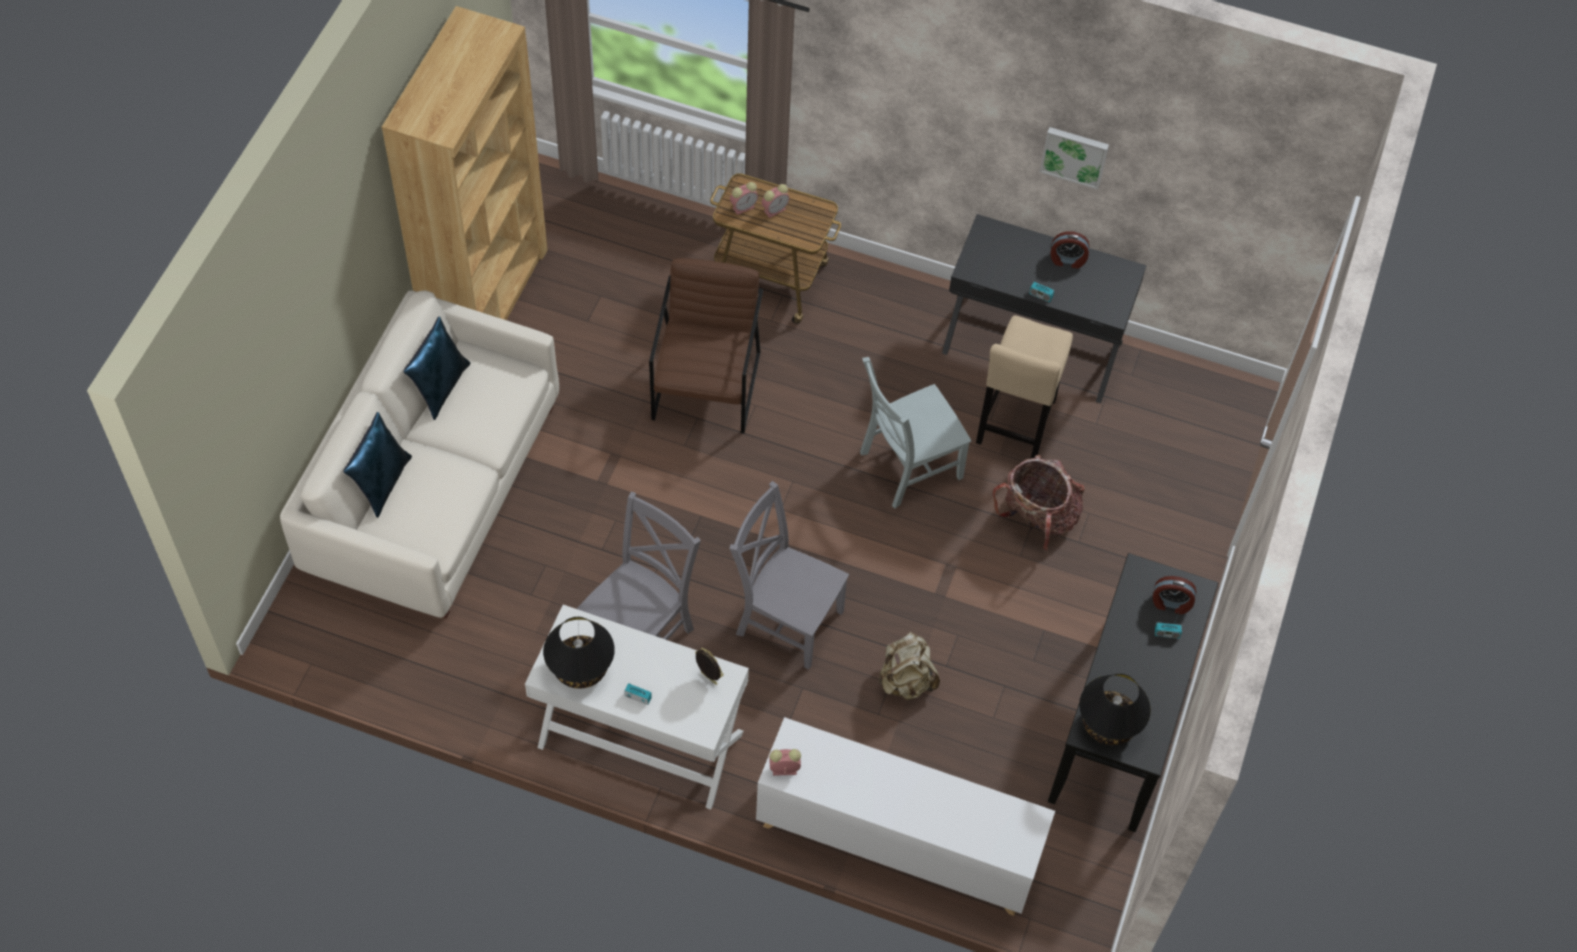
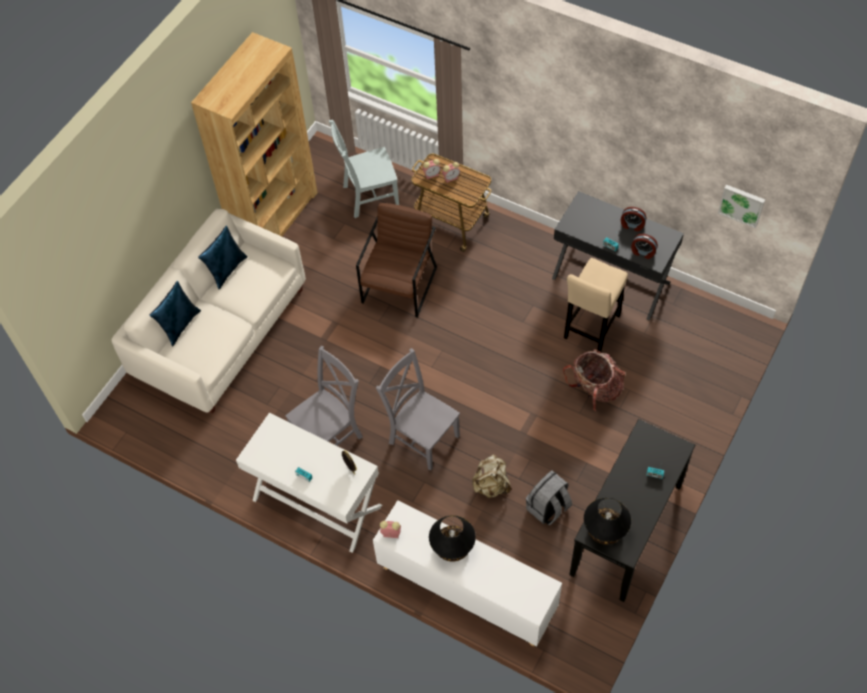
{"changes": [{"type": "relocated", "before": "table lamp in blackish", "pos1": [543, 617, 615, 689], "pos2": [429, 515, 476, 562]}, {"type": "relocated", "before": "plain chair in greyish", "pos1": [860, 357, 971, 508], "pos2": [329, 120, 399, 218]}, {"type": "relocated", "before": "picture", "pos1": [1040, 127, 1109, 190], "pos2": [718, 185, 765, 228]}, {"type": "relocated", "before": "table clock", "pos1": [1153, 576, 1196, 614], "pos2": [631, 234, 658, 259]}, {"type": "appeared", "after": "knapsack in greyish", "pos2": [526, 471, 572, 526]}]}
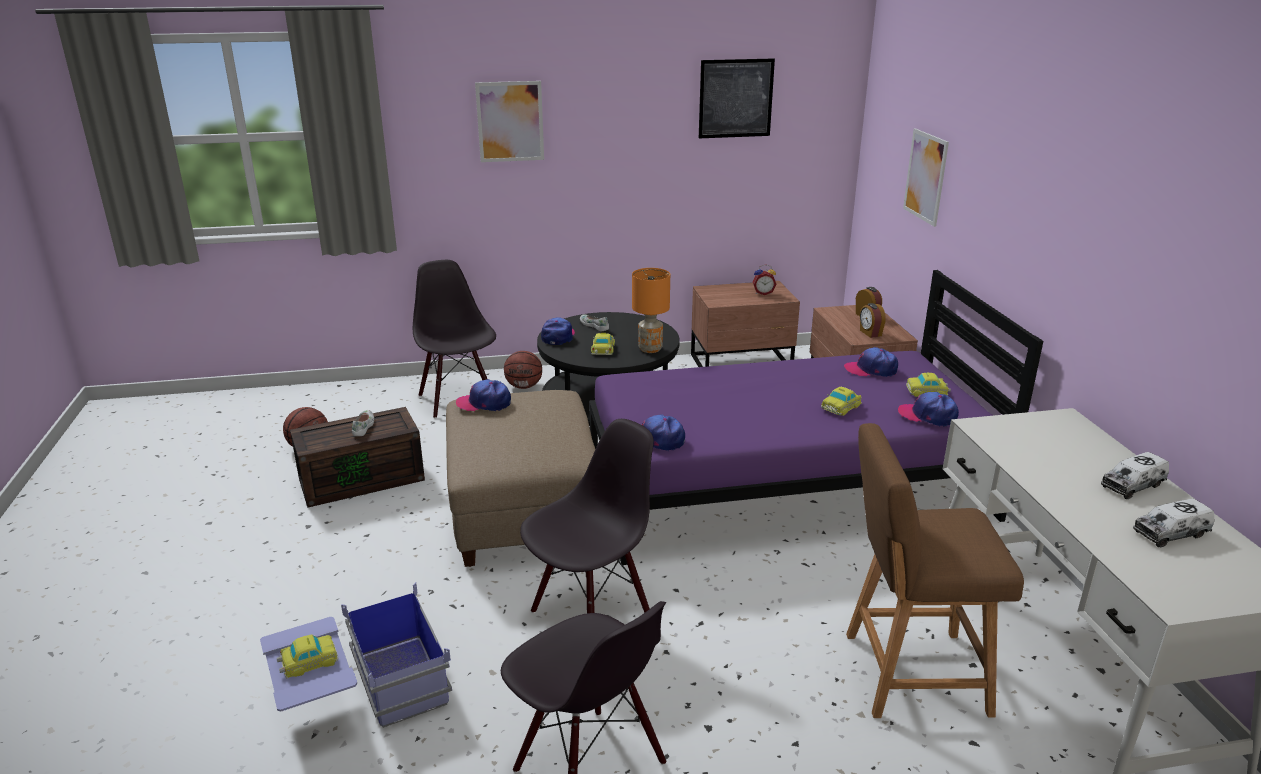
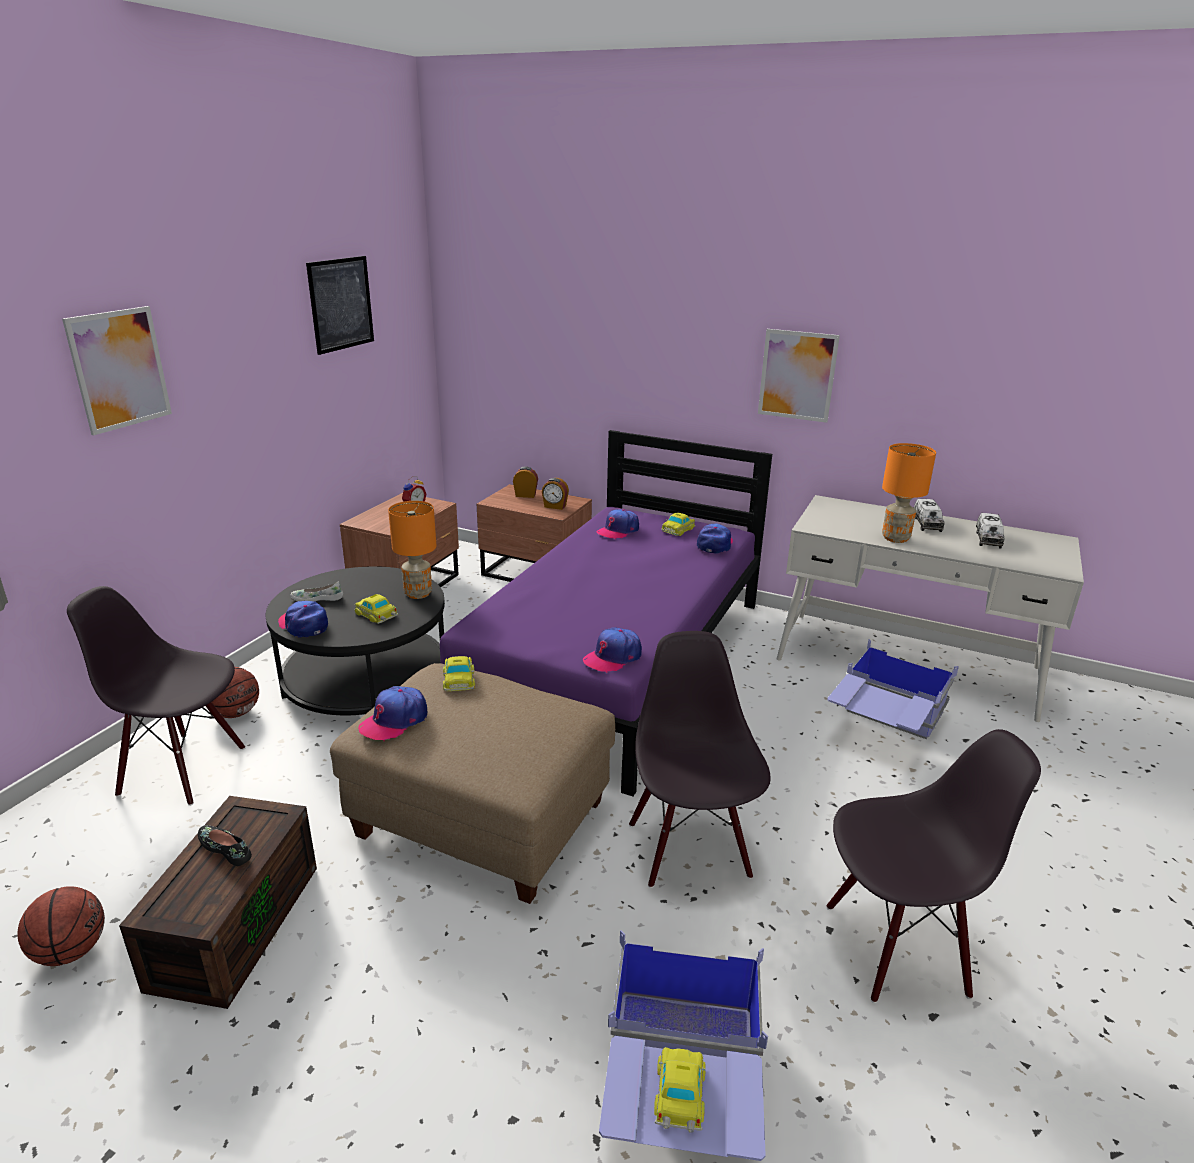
{"changes": [{"type": "colour", "before": "item of footwear in white-coloured", "after": "item of footwear in blackish", "pos1": [352, 410, 374, 436], "pos2": [198, 825, 252, 866]}, {"type": "relocated", "before": "model car", "pos1": [821, 387, 862, 416], "pos2": [443, 656, 475, 691]}, {"type": "exchanged", "before": "sitting stool in brown", "after": "storage container in blue-coloured", "pos1": [846, 423, 1024, 718], "pos2": [827, 639, 959, 739]}, {"type": "spun", "before": "peaked cap", "pos1": [898, 392, 959, 427], "pos2": [697, 524, 733, 554], "turn": 135}, {"type": "relocated", "before": "picture", "pos1": [903, 128, 949, 227], "pos2": [758, 329, 840, 423]}, {"type": "appeared", "after": "table lamp in orange-coloured", "pos2": [882, 443, 936, 543]}]}
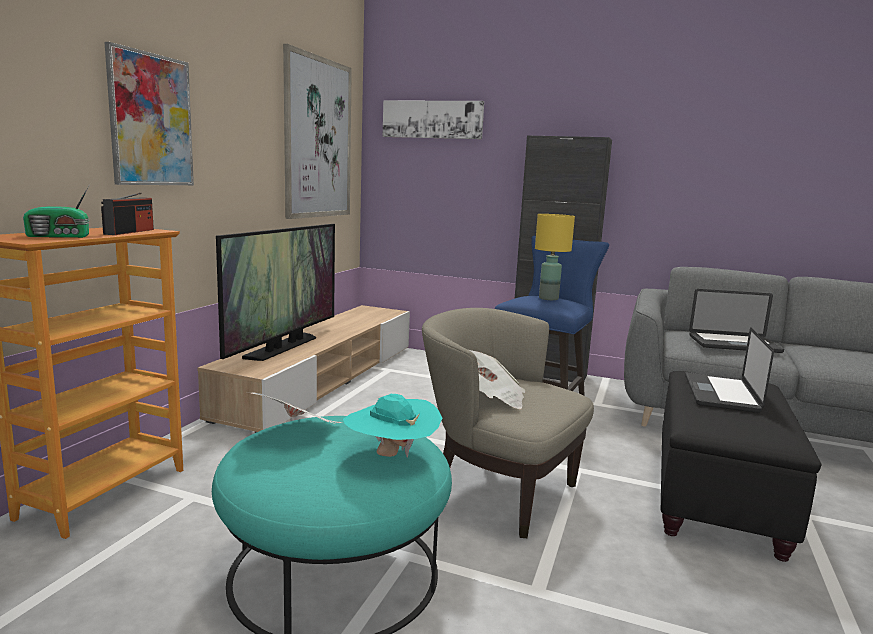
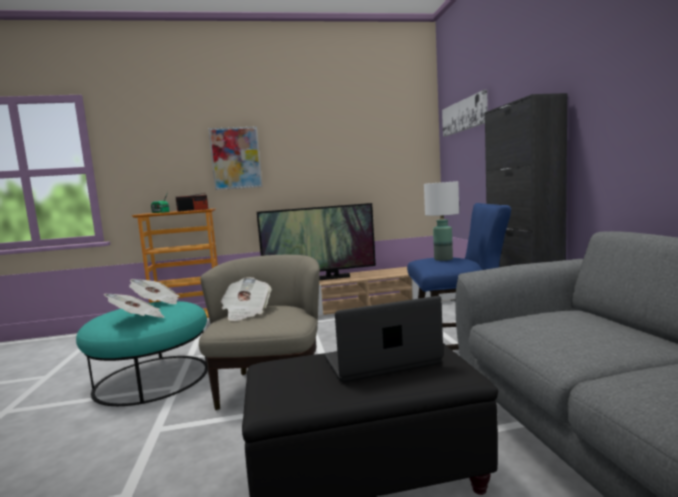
{"changes": [{"type": "missing", "before": "picture", "pos1": [283, 44, 352, 219]}, {"type": "exchanged", "before": "wearable hat in turquoise-coloured", "after": "newspaper", "pos1": [343, 394, 442, 458], "pos2": [103, 294, 165, 318]}, {"type": "colour", "before": "table lamp in yellow", "after": "table lamp in white-coloured", "pos1": [535, 214, 575, 300], "pos2": [424, 181, 459, 261]}, {"type": "missing", "before": "portable computer", "pos1": [689, 289, 784, 353]}]}
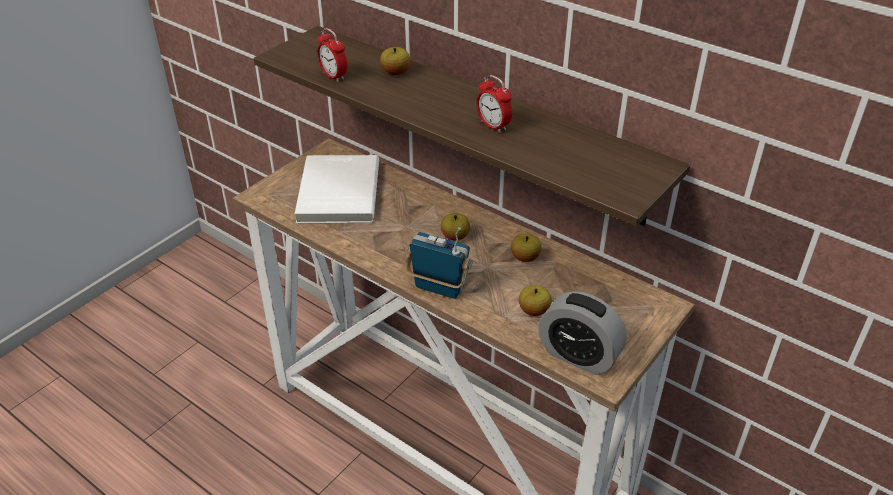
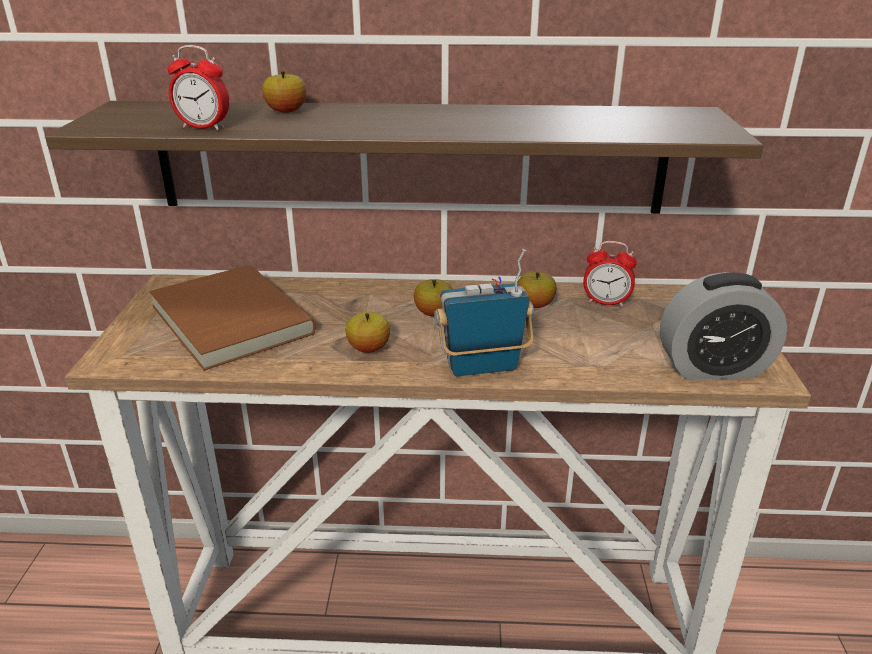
{"changes": [{"type": "colour", "before": "bound book in white-coloured", "after": "bound book in brown", "pos1": [295, 155, 379, 223], "pos2": [149, 265, 316, 371]}, {"type": "relocated", "before": "table clock", "pos1": [477, 75, 513, 133], "pos2": [583, 241, 637, 307]}, {"type": "relocated", "before": "apple", "pos1": [519, 285, 551, 316], "pos2": [346, 312, 390, 353]}]}
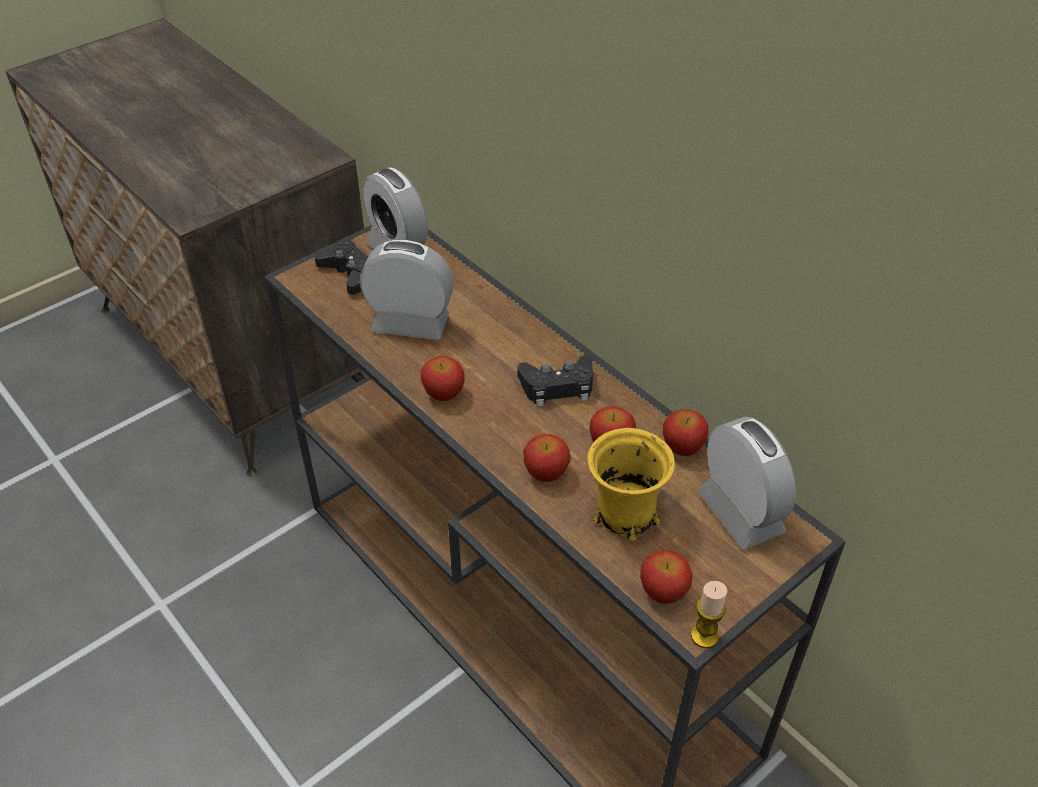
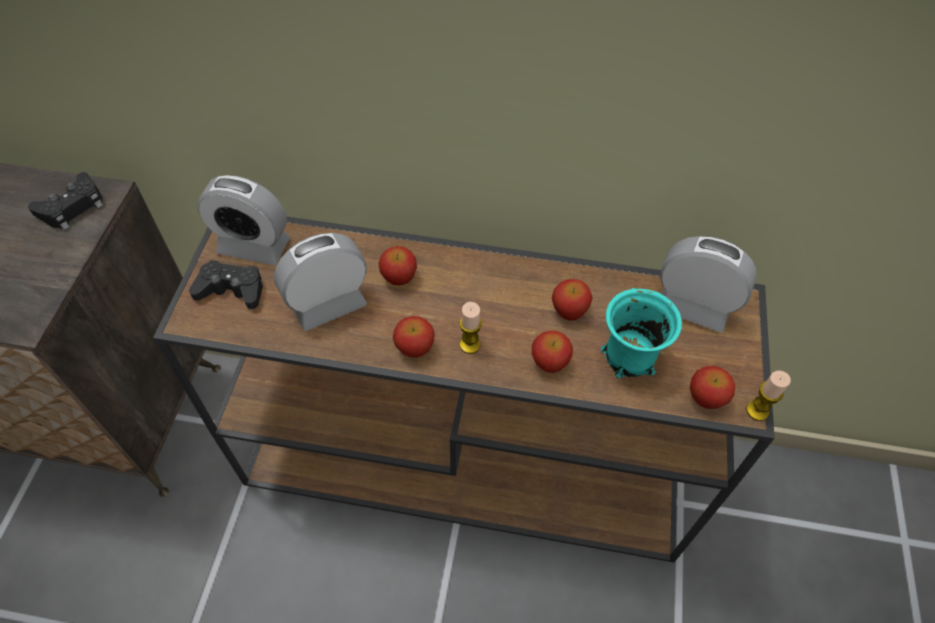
{"changes": [{"type": "relocated", "before": "joypad in blackish", "pos1": [517, 355, 593, 407], "pos2": [28, 172, 103, 230]}, {"type": "colour", "before": "tea mug in yellow", "after": "tea mug in turquoise-coloured", "pos1": [587, 428, 675, 541], "pos2": [601, 288, 682, 378]}, {"type": "relocated", "before": "apple", "pos1": [663, 409, 709, 456], "pos2": [379, 246, 417, 286]}, {"type": "appeared", "after": "wax light", "pos2": [460, 302, 482, 354]}]}
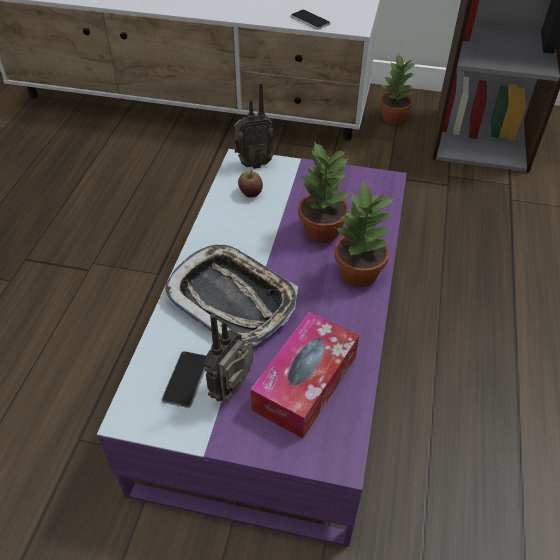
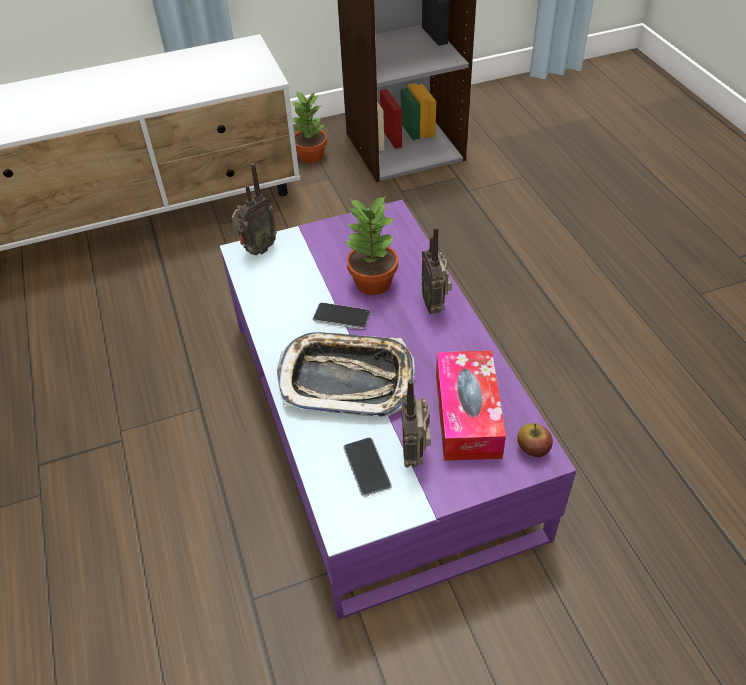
{"changes": [{"type": "relocated", "before": "apple", "pos1": [238, 170, 263, 198], "pos2": [517, 423, 553, 457]}, {"type": "relocated", "before": "telephone", "pos1": [291, 10, 330, 30], "pos2": [313, 302, 371, 329]}, {"type": "exchanged", "before": "potted plant", "after": "radio", "pos1": [334, 181, 394, 287], "pos2": [422, 226, 452, 314]}]}
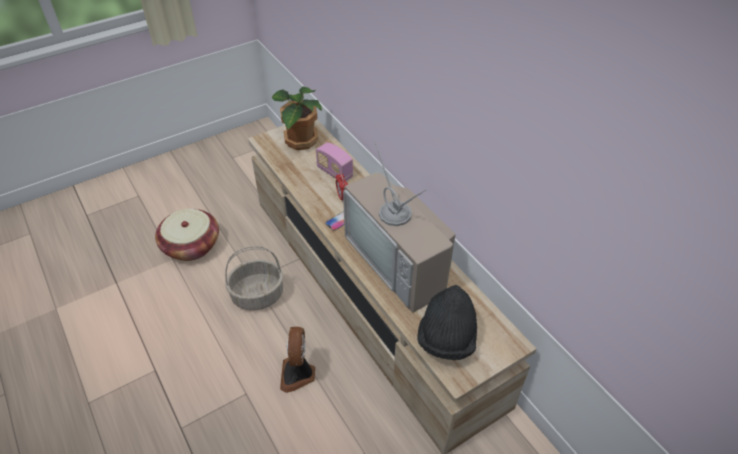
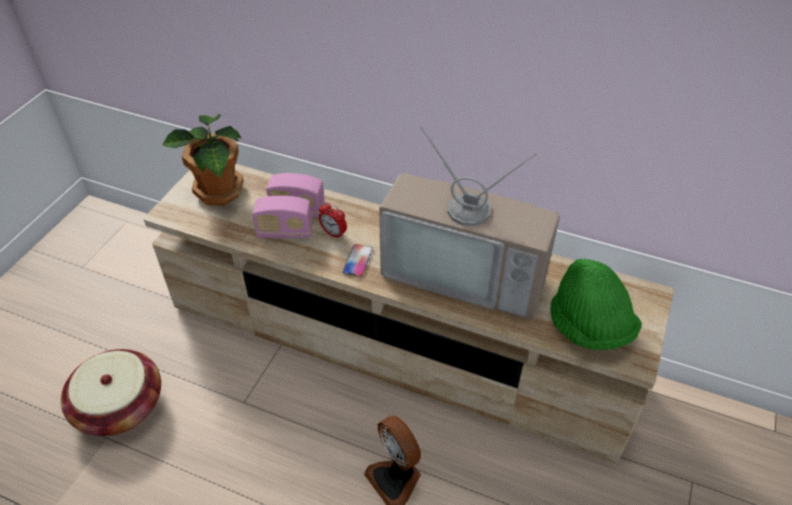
{"changes": [{"type": "missing", "before": "storage basket", "pos1": [225, 246, 283, 311]}, {"type": "colour", "before": "wearable hat in blackish", "after": "wearable hat in green-coloured", "pos1": [417, 285, 477, 360], "pos2": [550, 259, 642, 350]}, {"type": "appeared", "after": "radio", "pos2": [252, 196, 312, 239]}]}
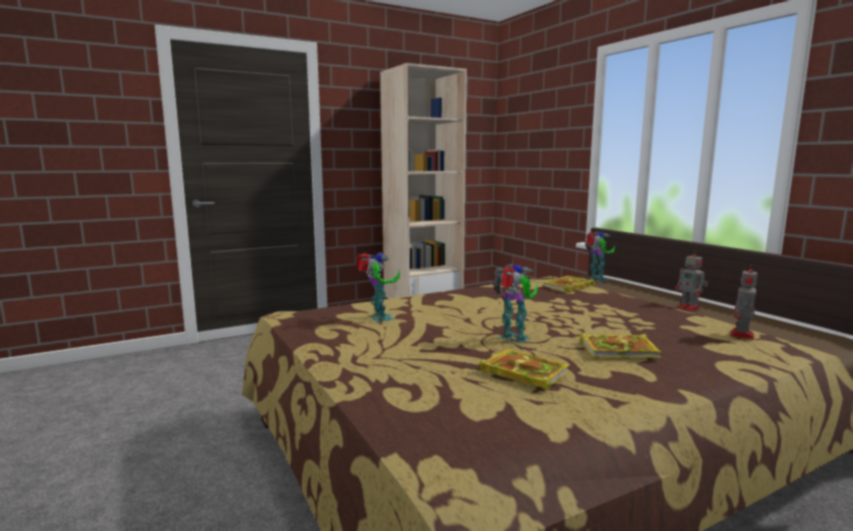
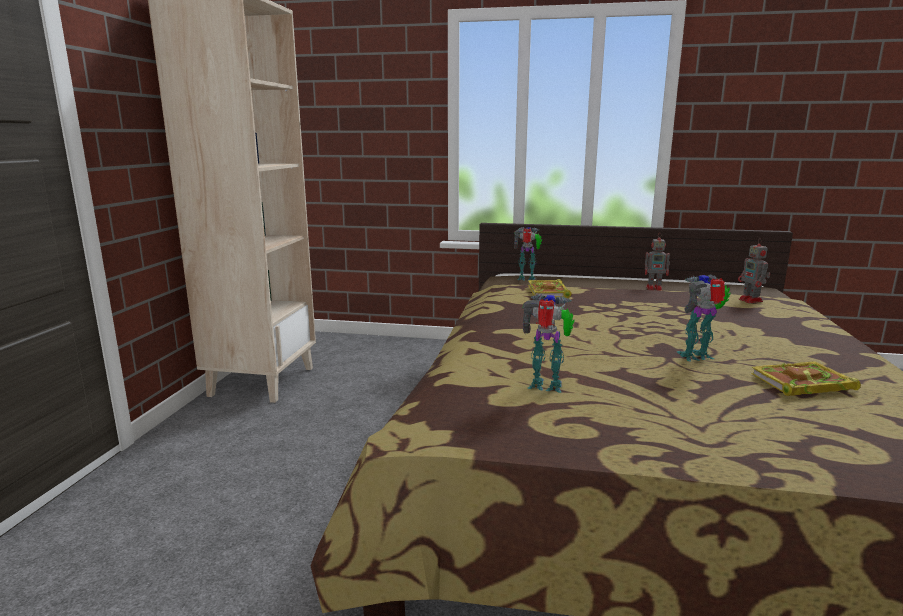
{"changes": [{"type": "missing", "before": "bound book", "pos1": [580, 333, 661, 358]}]}
